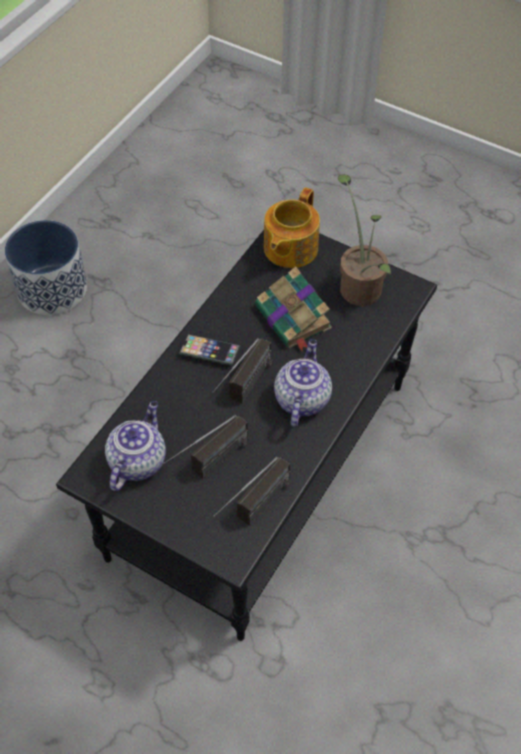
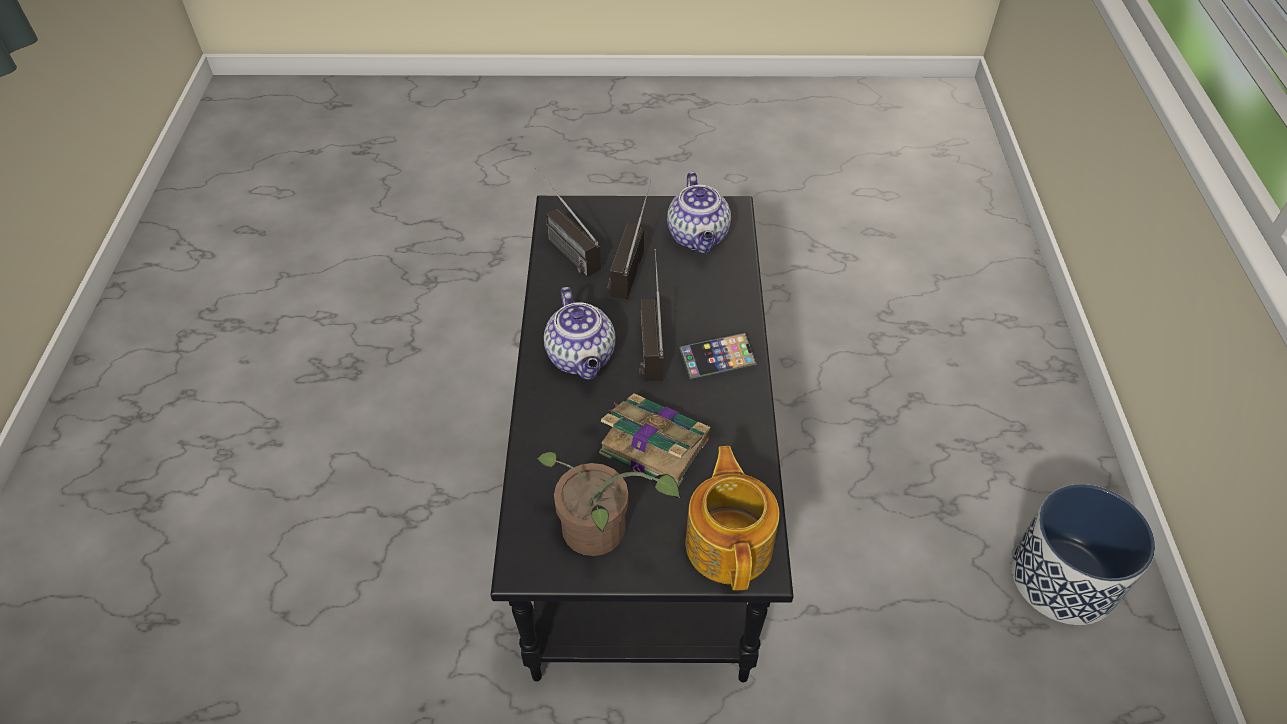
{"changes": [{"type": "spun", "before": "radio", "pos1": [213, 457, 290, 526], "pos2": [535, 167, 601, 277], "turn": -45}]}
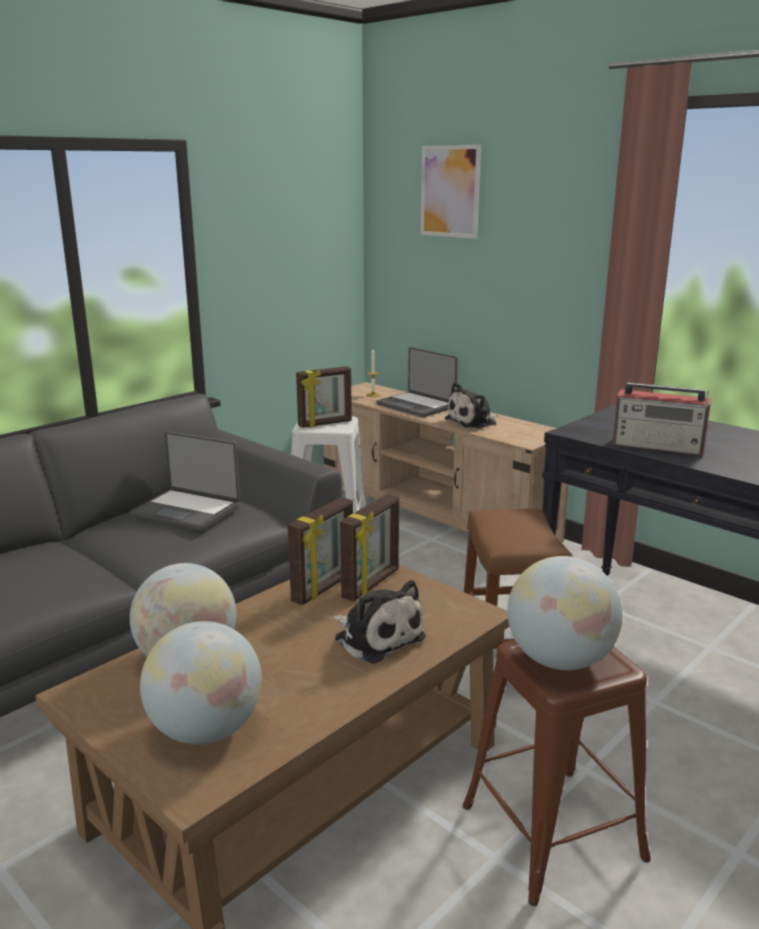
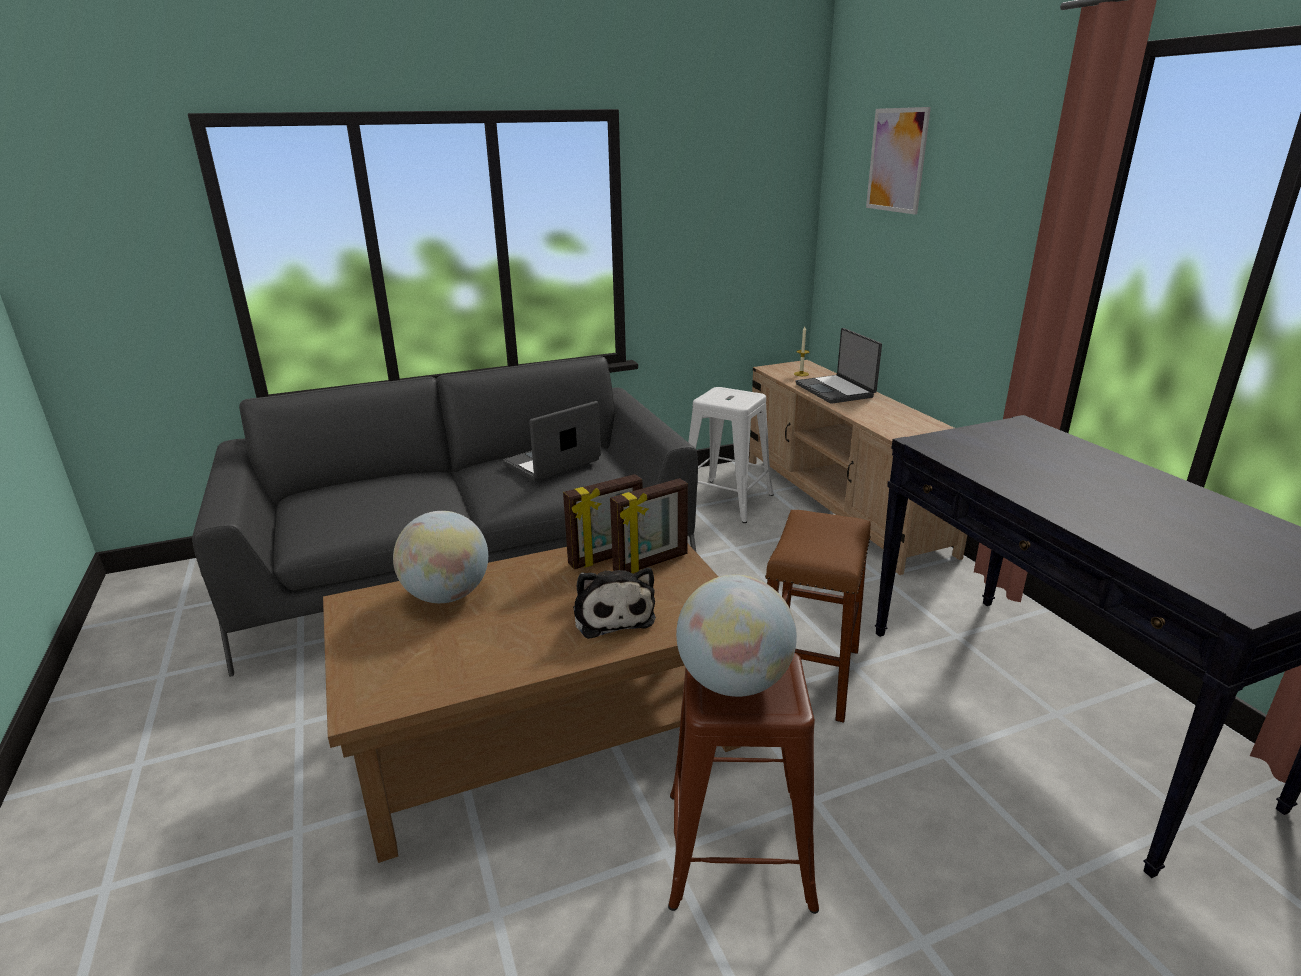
{"changes": [{"type": "spun", "before": "portable computer", "pos1": [130, 431, 240, 531], "pos2": [503, 401, 601, 481], "turn": 90}, {"type": "missing", "before": "world globe", "pos1": [140, 621, 262, 745]}, {"type": "missing", "before": "picture frame", "pos1": [296, 366, 352, 428]}, {"type": "missing", "before": "cuddly toy", "pos1": [445, 382, 498, 429]}, {"type": "missing", "before": "radio", "pos1": [612, 383, 711, 455]}]}
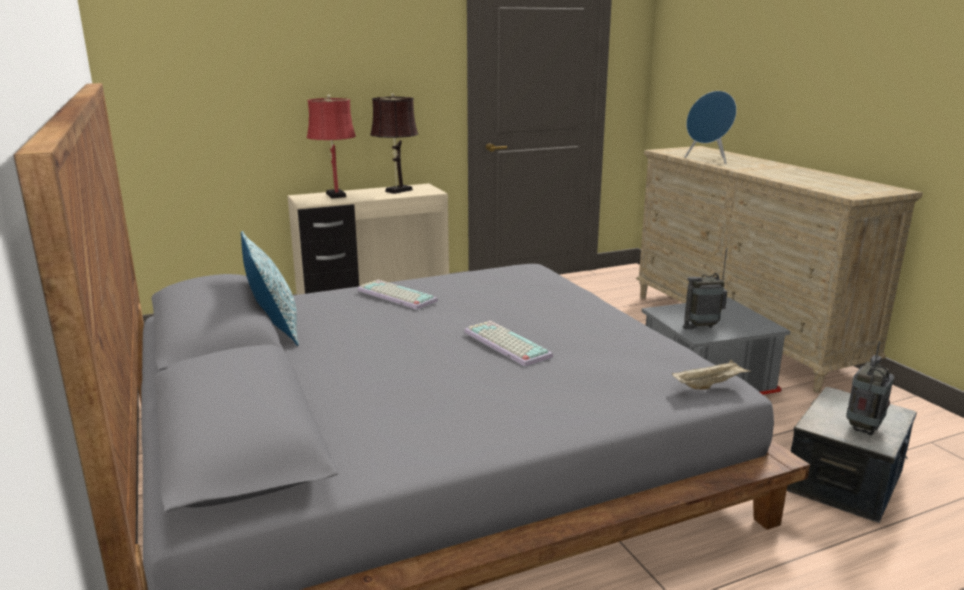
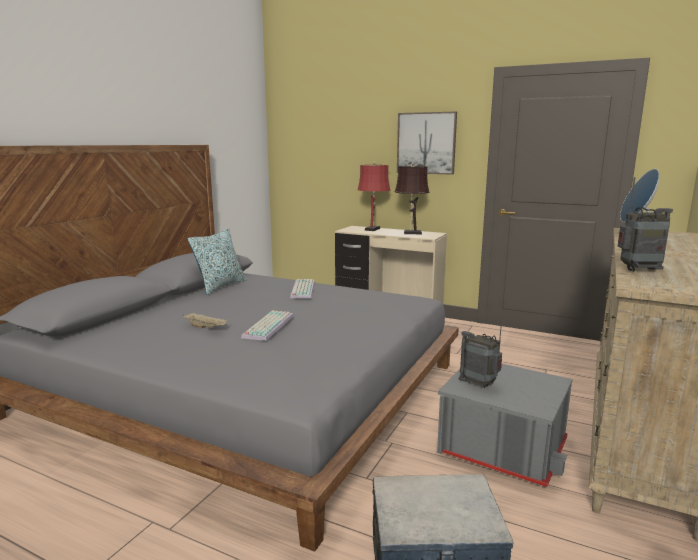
{"changes": [{"type": "relocated", "before": "carrying tray in beige-coloured", "pos1": [672, 360, 751, 390], "pos2": [183, 313, 228, 329]}, {"type": "relocated", "before": "radio", "pos1": [846, 341, 894, 435], "pos2": [618, 177, 673, 272]}, {"type": "appeared", "after": "picture", "pos2": [397, 112, 457, 175]}]}
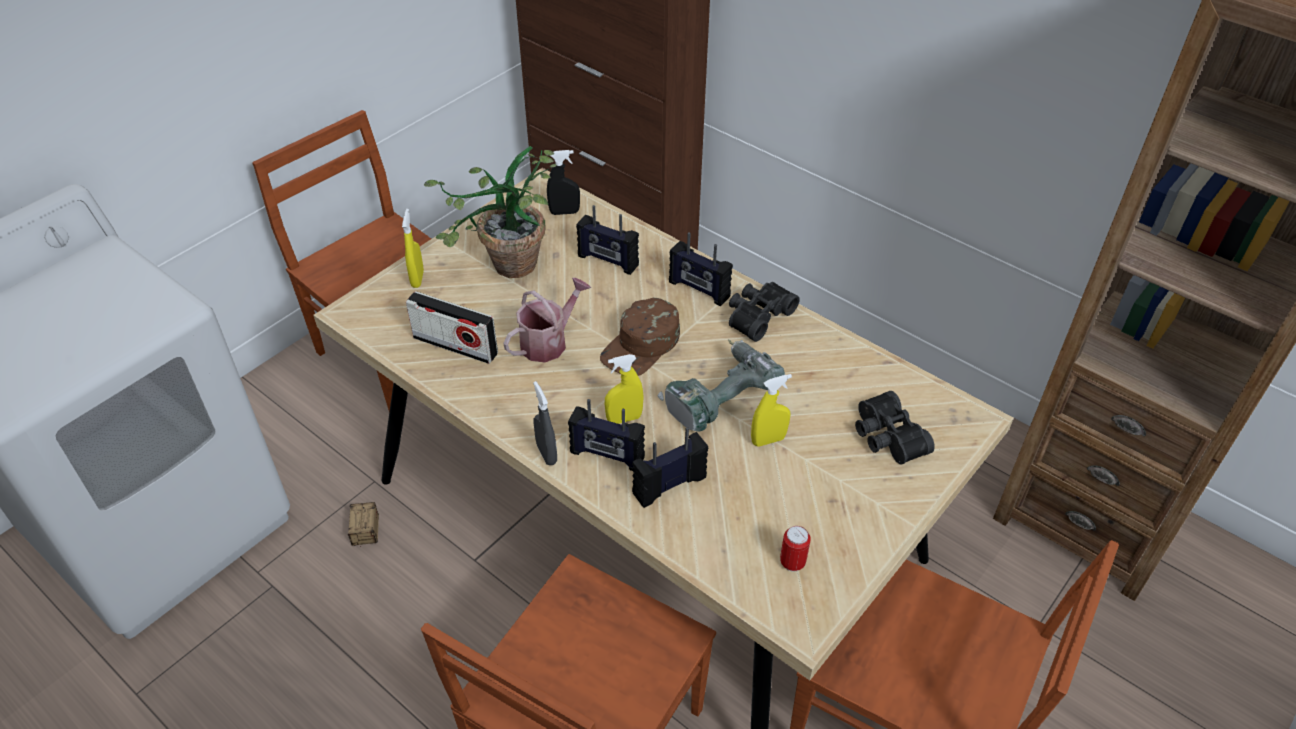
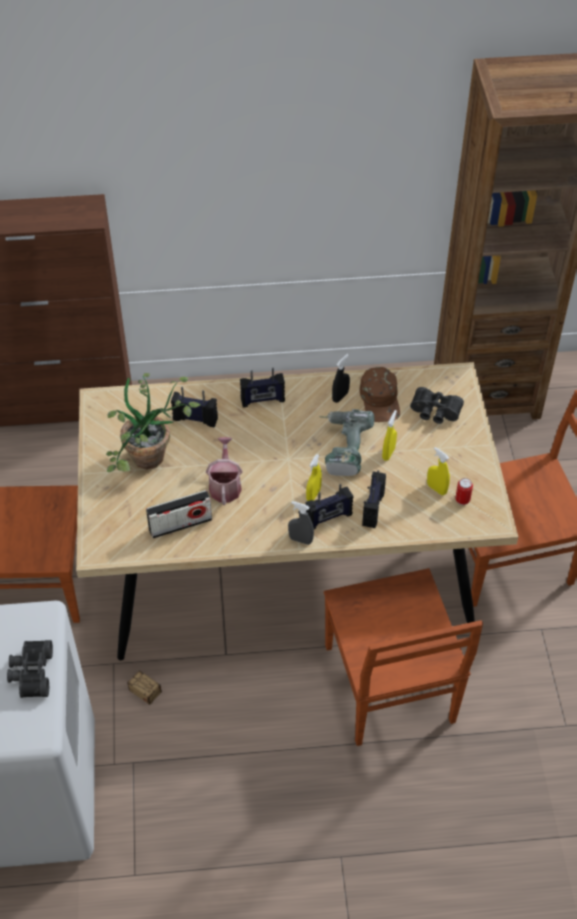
{"changes": [{"type": "relocated", "before": "hand sprayer in yellow", "pos1": [402, 209, 424, 288], "pos2": [427, 447, 450, 495]}, {"type": "relocated", "before": "hand sprayer in blackish", "pos1": [547, 150, 580, 215], "pos2": [332, 354, 350, 403]}, {"type": "spun", "before": "radio", "pos1": [576, 205, 639, 275], "pos2": [171, 387, 218, 427], "turn": -150}, {"type": "relocated", "before": "peaked cap in brown", "pos1": [600, 297, 680, 376], "pos2": [360, 367, 400, 422]}, {"type": "relocated", "before": "field glasses in blackish", "pos1": [729, 282, 800, 342], "pos2": [7, 640, 53, 698]}]}
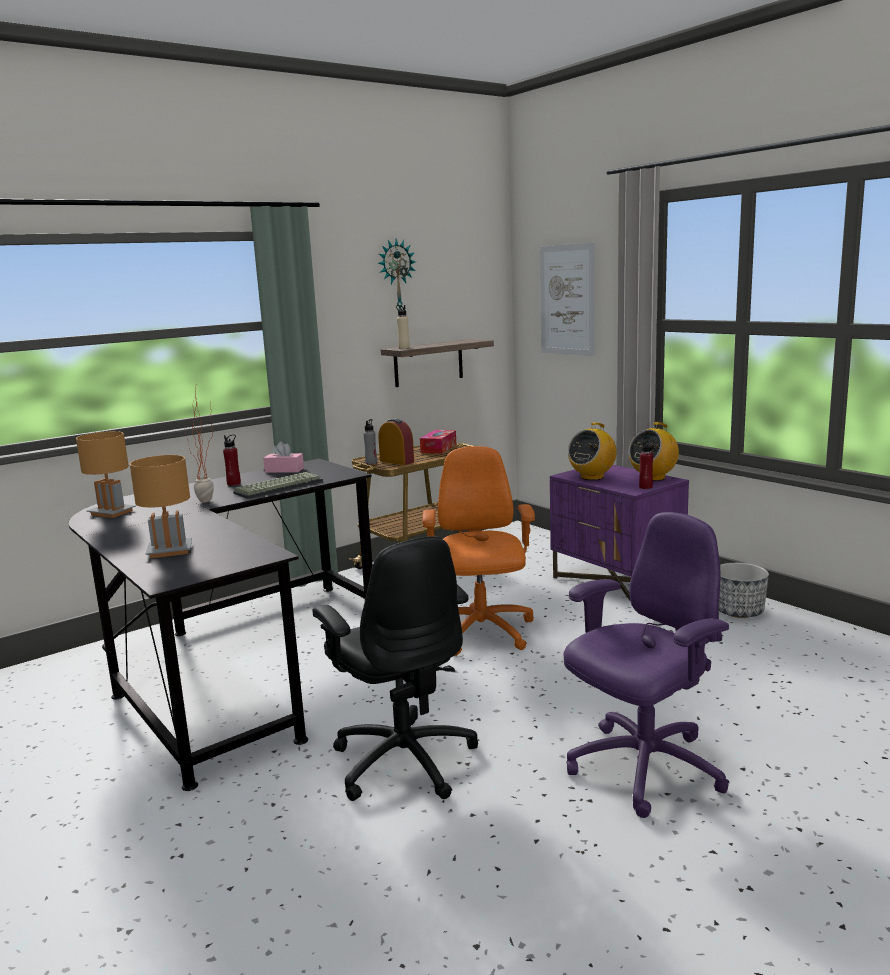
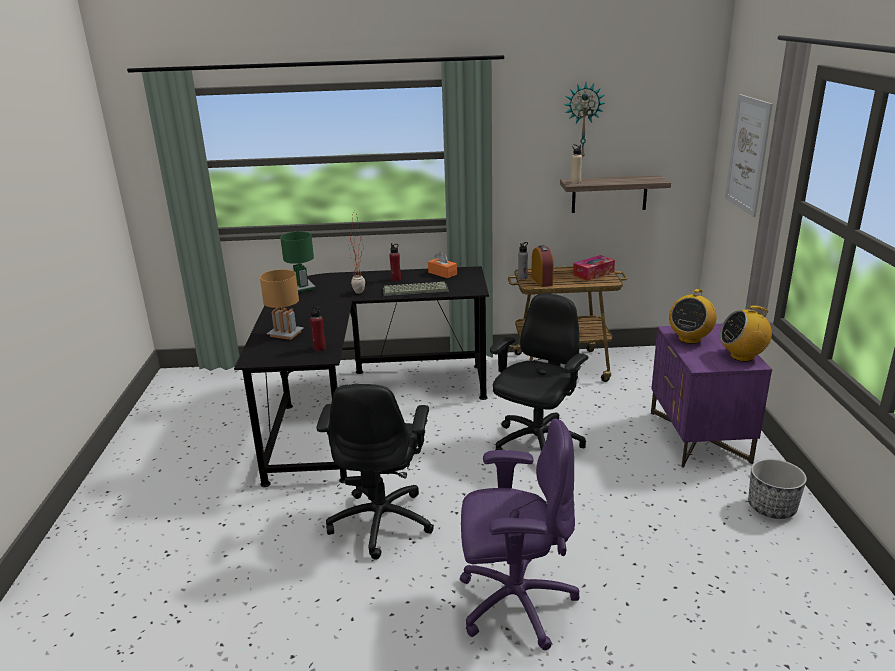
{"changes": [{"type": "colour", "before": "table lamp in brown", "after": "table lamp in green-coloured", "pos1": [76, 431, 136, 518], "pos2": [280, 232, 316, 293]}, {"type": "colour", "before": "tissue holder in pink", "after": "tissue holder in orange-coloured", "pos1": [263, 441, 304, 473], "pos2": [428, 252, 457, 278]}, {"type": "colour", "before": "desk chair in orange-coloured", "after": "desk chair in blackish", "pos1": [423, 446, 535, 656], "pos2": [490, 294, 588, 451]}, {"type": "spun", "before": "radio", "pos1": [568, 422, 617, 480], "pos2": [669, 289, 717, 344], "turn": -45}, {"type": "relocated", "before": "drink bottle in reddish", "pos1": [639, 440, 654, 489], "pos2": [310, 305, 326, 351]}]}
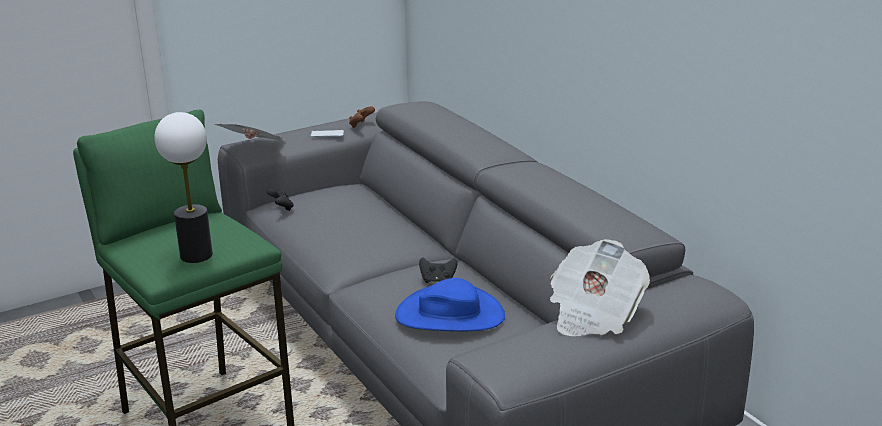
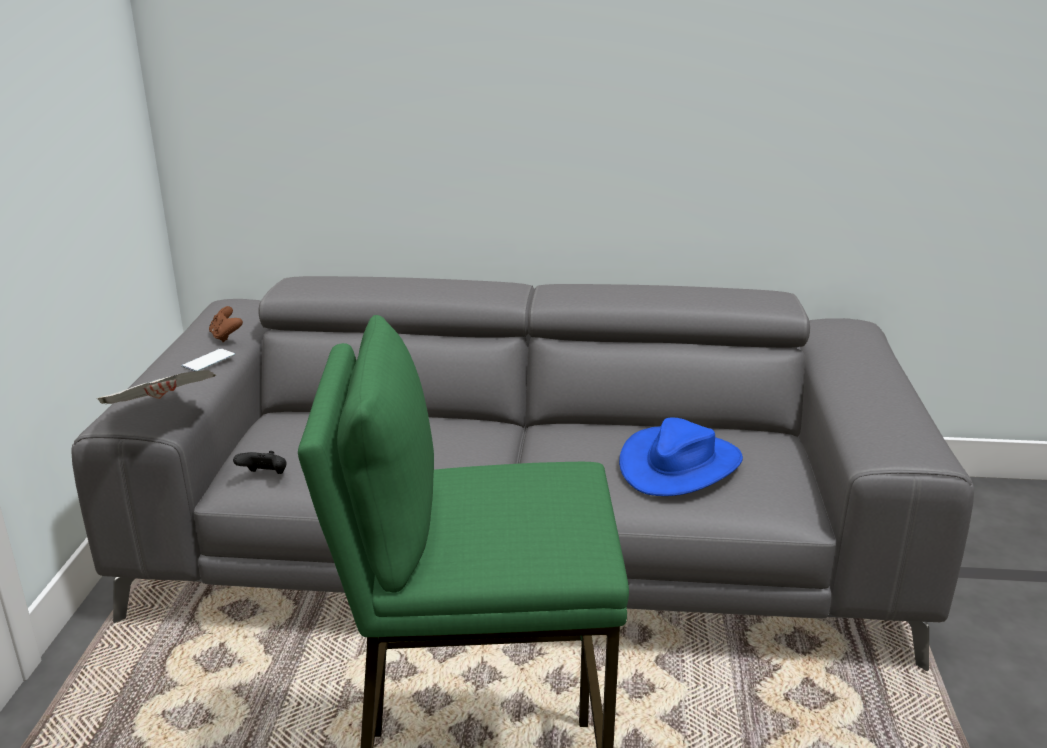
{"changes": [{"type": "missing", "before": "table lamp", "pos1": [154, 112, 213, 263]}, {"type": "missing", "before": "joypad in blackish", "pos1": [419, 257, 458, 283]}, {"type": "missing", "before": "newspaper", "pos1": [550, 239, 650, 336]}]}
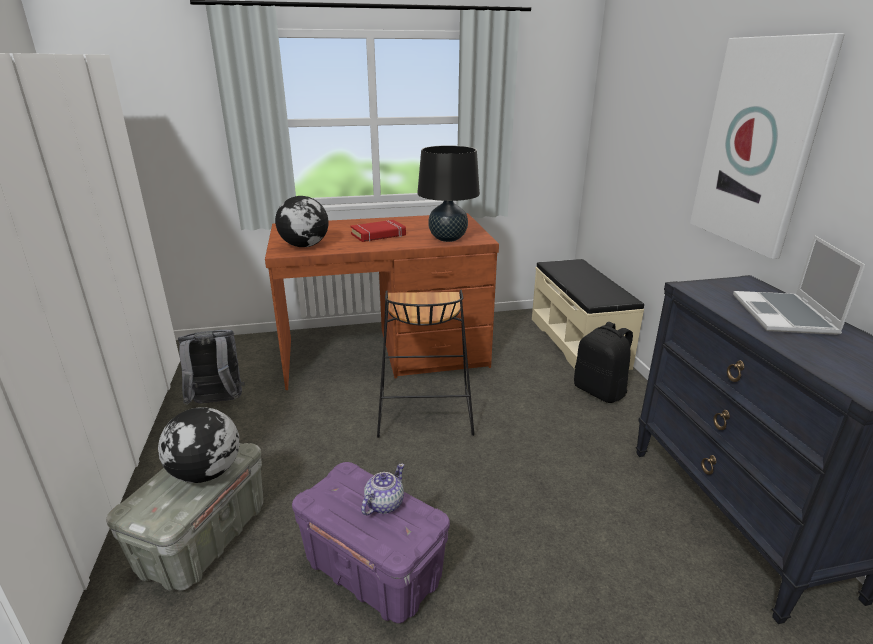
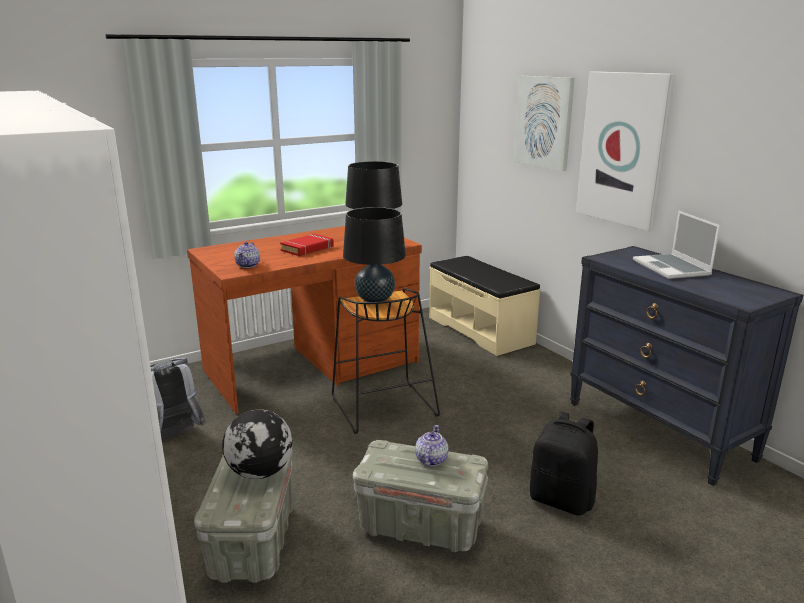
{"changes": [{"type": "exchanged", "before": "world globe", "after": "pot for tea", "pos1": [275, 196, 329, 247], "pos2": [234, 242, 260, 268]}, {"type": "colour", "before": "storage container in purple", "after": "storage container in greyish", "pos1": [292, 462, 450, 623], "pos2": [353, 440, 488, 552]}, {"type": "relocated", "before": "knapsack in blackish", "pos1": [574, 322, 633, 403], "pos2": [530, 412, 598, 515]}, {"type": "appeared", "after": "table lamp in blackish", "pos2": [343, 207, 406, 302]}, {"type": "appeared", "after": "picture", "pos2": [514, 76, 575, 171]}]}
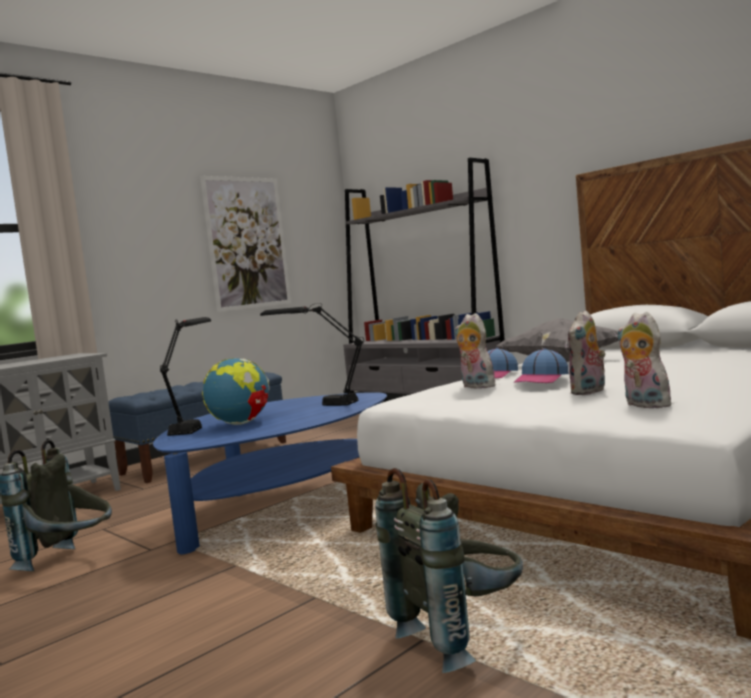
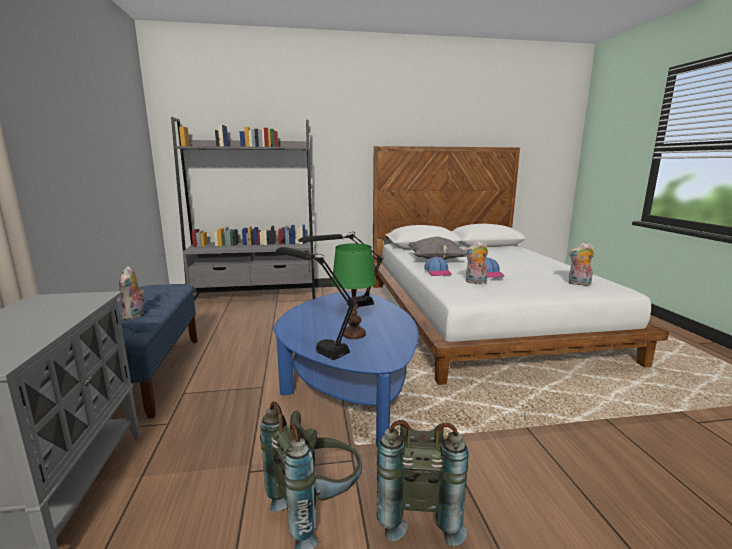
{"changes": [{"type": "missing", "before": "picture", "pos1": [200, 176, 291, 312]}, {"type": "exchanged", "before": "world globe", "after": "table lamp in green-coloured", "pos1": [202, 358, 270, 425], "pos2": [332, 243, 376, 339]}, {"type": "relocated", "before": "knapsack in greyish", "pos1": [375, 468, 523, 673], "pos2": [377, 420, 469, 546]}, {"type": "relocated", "before": "cuddly toy", "pos1": [568, 310, 606, 395], "pos2": [119, 266, 145, 320]}]}
